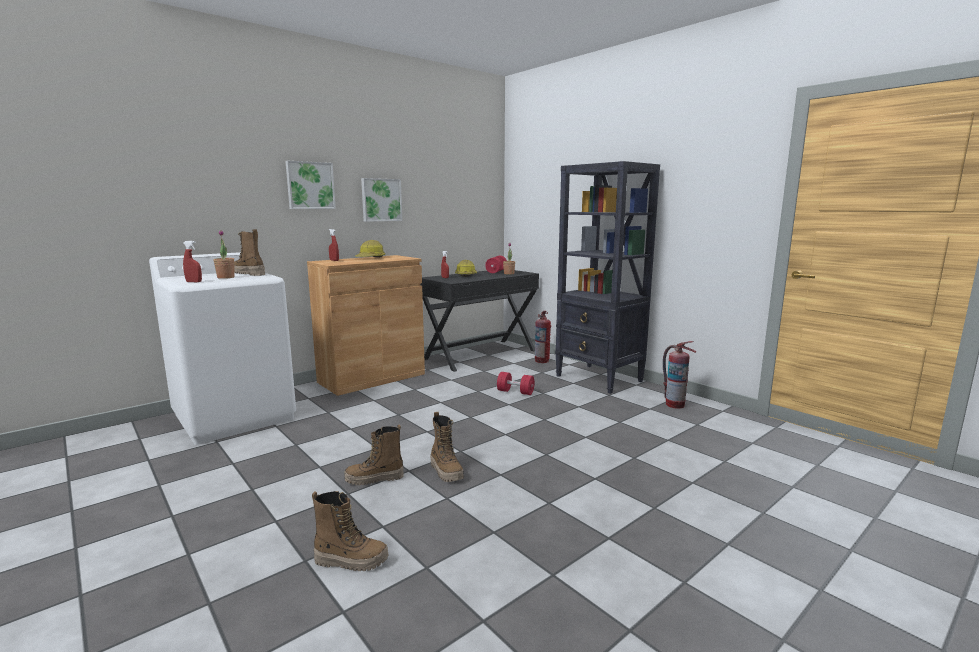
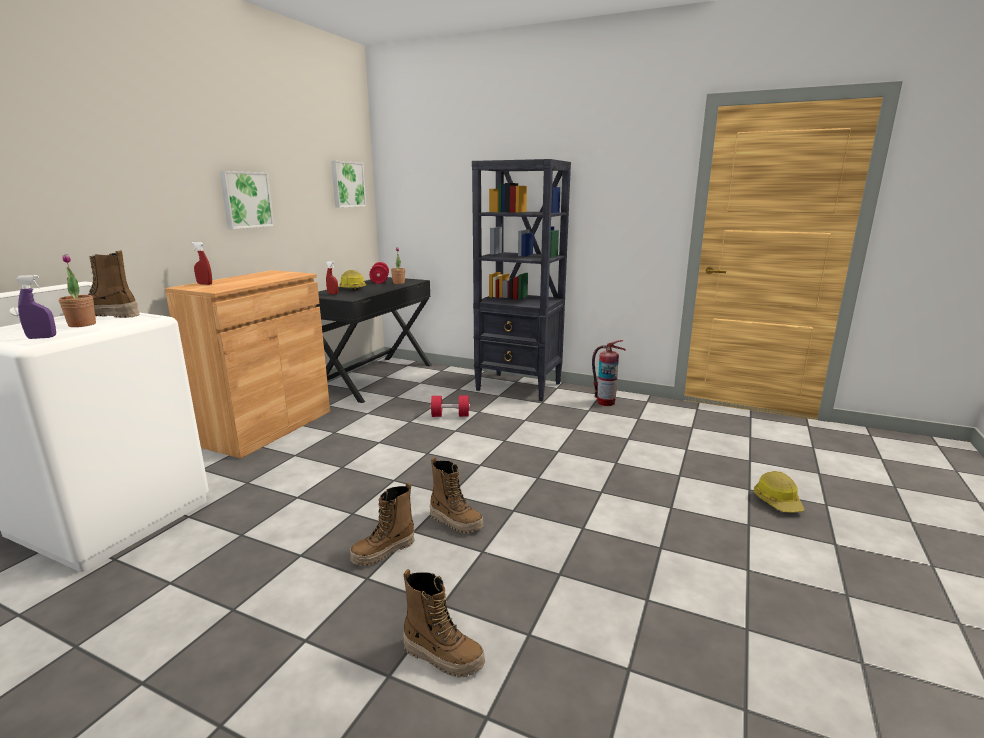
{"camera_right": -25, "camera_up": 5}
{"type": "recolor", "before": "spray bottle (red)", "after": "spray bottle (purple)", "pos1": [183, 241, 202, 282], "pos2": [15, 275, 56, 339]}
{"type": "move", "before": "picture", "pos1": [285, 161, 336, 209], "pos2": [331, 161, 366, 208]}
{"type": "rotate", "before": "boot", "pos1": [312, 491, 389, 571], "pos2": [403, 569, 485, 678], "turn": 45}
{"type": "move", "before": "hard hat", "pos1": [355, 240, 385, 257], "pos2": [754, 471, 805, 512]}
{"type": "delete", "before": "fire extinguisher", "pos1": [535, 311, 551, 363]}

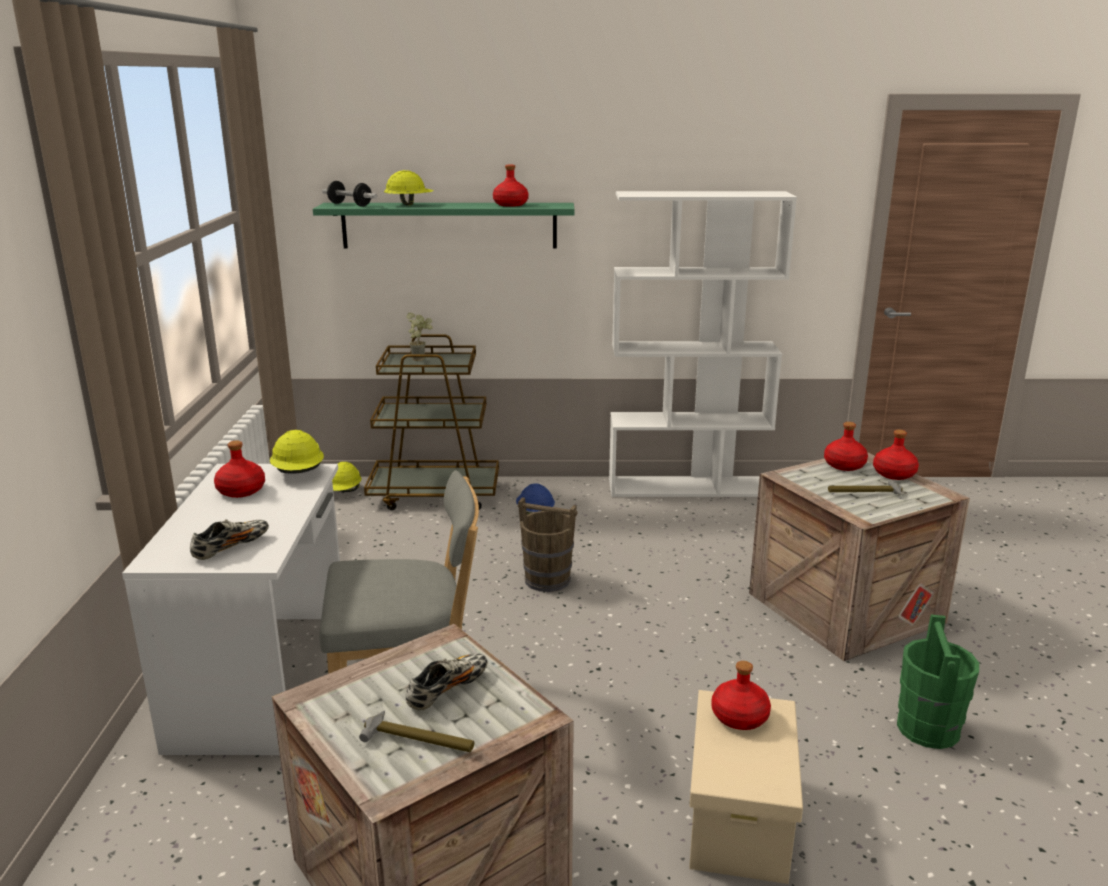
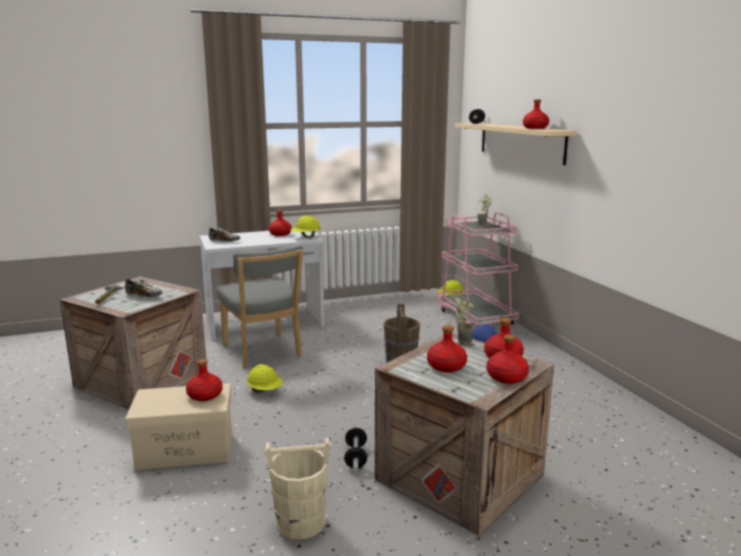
{"camera_right": 70, "camera_up": -5}
{"type": "move", "before": "hard hat (yellow)", "pos1": [384, 170, 434, 205], "pos2": [247, 364, 283, 393]}
{"type": "recolor", "before": "bucket (green)", "after": "bucket (beige)", "pos1": [897, 615, 979, 749], "pos2": [264, 438, 331, 539]}
{"type": "insert", "after": "dumbbell", "pos2": [344, 426, 367, 471]}
{"type": "replace", "before": "hammer", "after": "bottle (red)", "pos1": [828, 480, 903, 495], "pos2": [427, 325, 467, 372]}
{"type": "recolor", "before": "cart (brown)", "after": "cart (pink)", "pos1": [364, 334, 499, 510], "pos2": [437, 212, 519, 325]}
{"type": "recolor", "before": "shelf (green)", "after": "shelf (beige)", "pos1": [313, 203, 575, 249], "pos2": [455, 123, 577, 165]}
{"type": "insert", "after": "potted plant", "pos2": [455, 297, 474, 346]}
{"type": "delete", "before": "bookcase (white)", "pos1": [609, 191, 797, 497]}

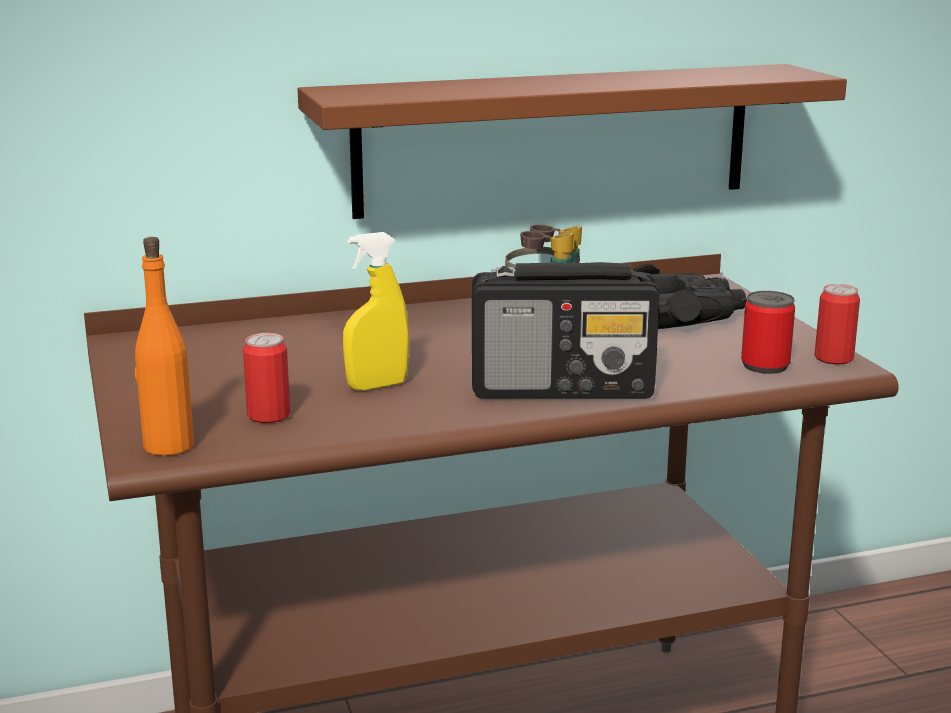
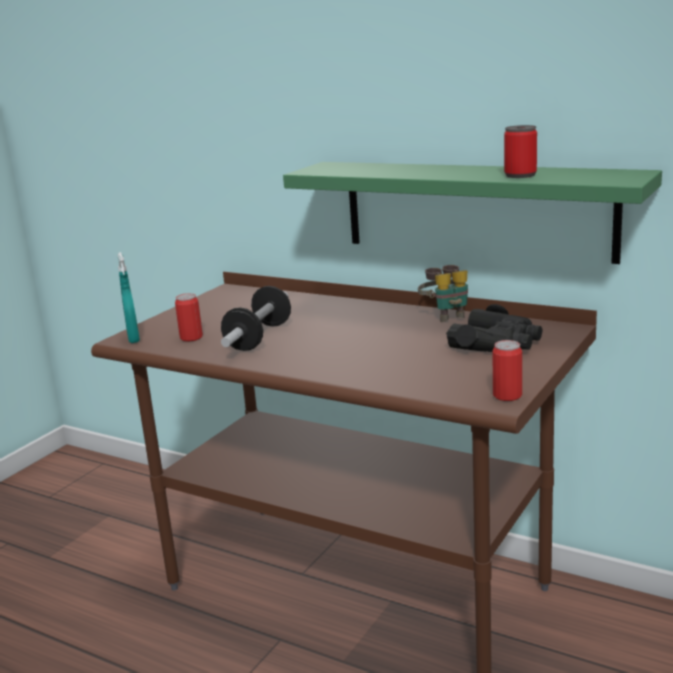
{"camera_right": 50, "camera_up": 0}
{"type": "replace", "before": "bottle (orange)", "after": "spray bottle (turquoise)", "pos1": [135, 237, 194, 456], "pos2": [118, 252, 140, 343]}
{"type": "replace", "before": "spray bottle (yellow)", "after": "dumbbell", "pos1": [343, 232, 409, 391], "pos2": [221, 286, 291, 351]}
{"type": "recolor", "before": "shelf (brown)", "after": "shelf (green)", "pos1": [298, 64, 847, 219], "pos2": [283, 162, 662, 264]}
{"type": "move", "before": "can", "pos1": [741, 291, 795, 374], "pos2": [504, 125, 537, 178]}
{"type": "delete", "before": "radio", "pos1": [472, 262, 660, 399]}

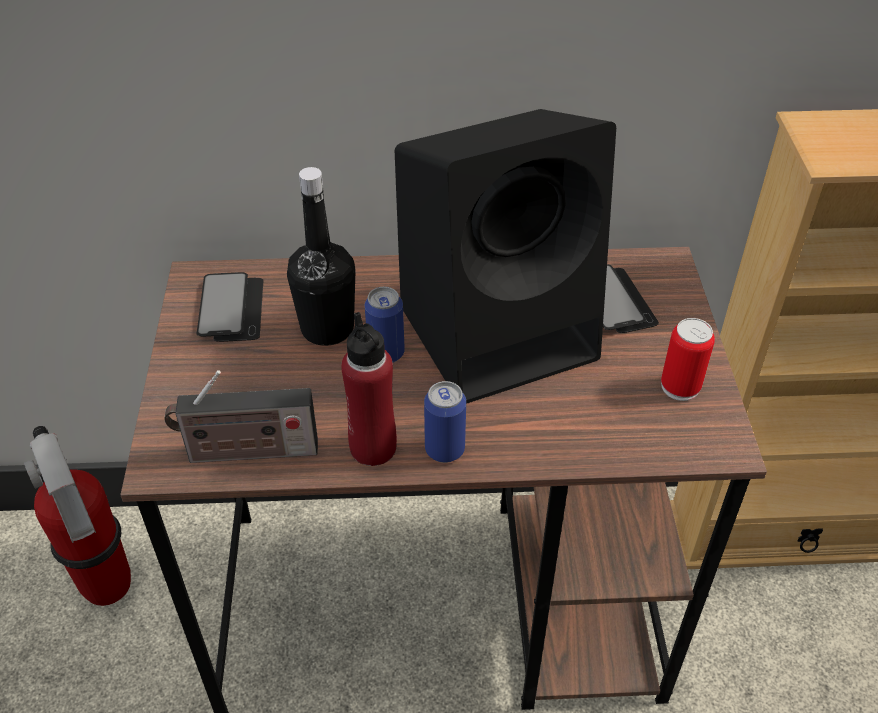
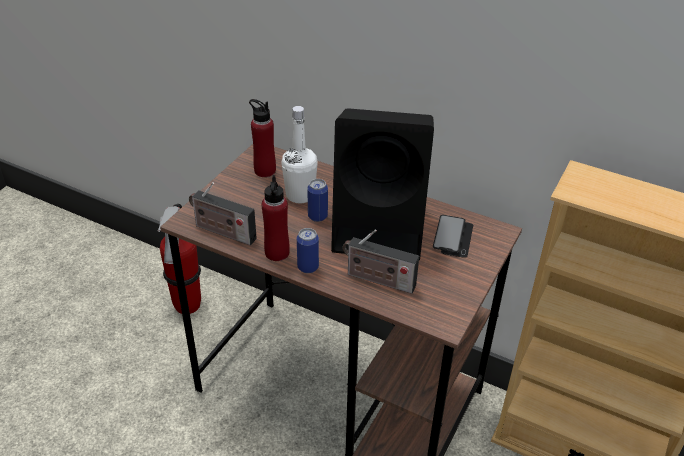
{"camera_right": 30, "camera_up": -5}
{"type": "replace", "before": "phone", "after": "bottle (red)", "pos1": [197, 272, 263, 342], "pos2": [249, 99, 276, 177]}
{"type": "recolor", "before": "bottle (black)", "after": "bottle (white)", "pos1": [287, 167, 356, 346], "pos2": [281, 106, 318, 203]}
{"type": "insert", "after": "radio", "pos2": [342, 229, 419, 294]}
{"type": "delete", "before": "can", "pos1": [661, 318, 715, 401]}

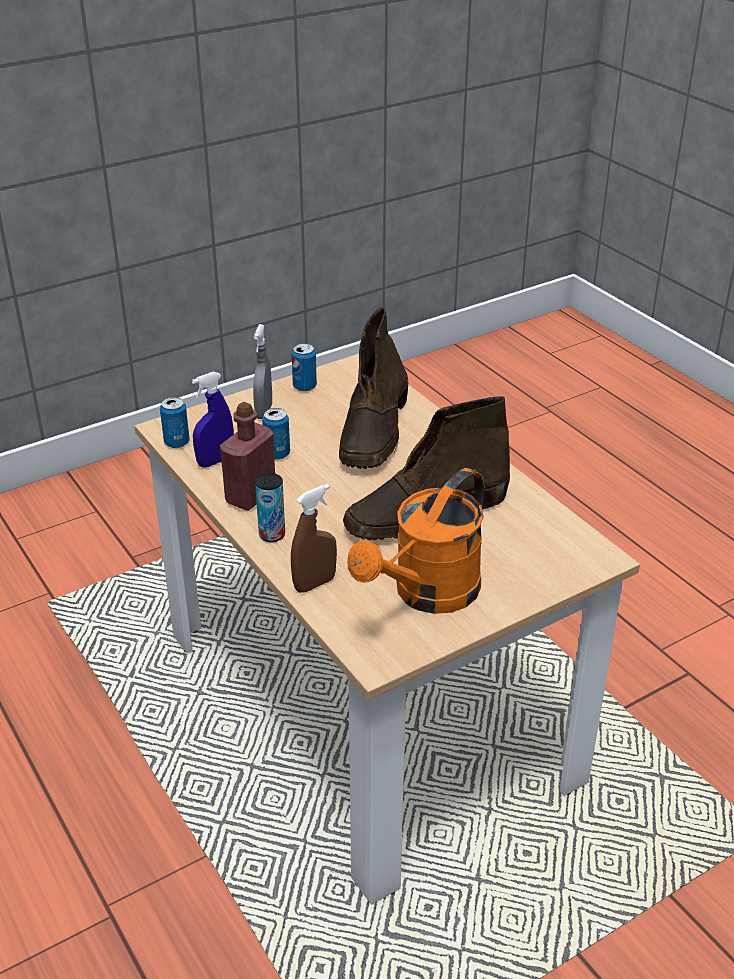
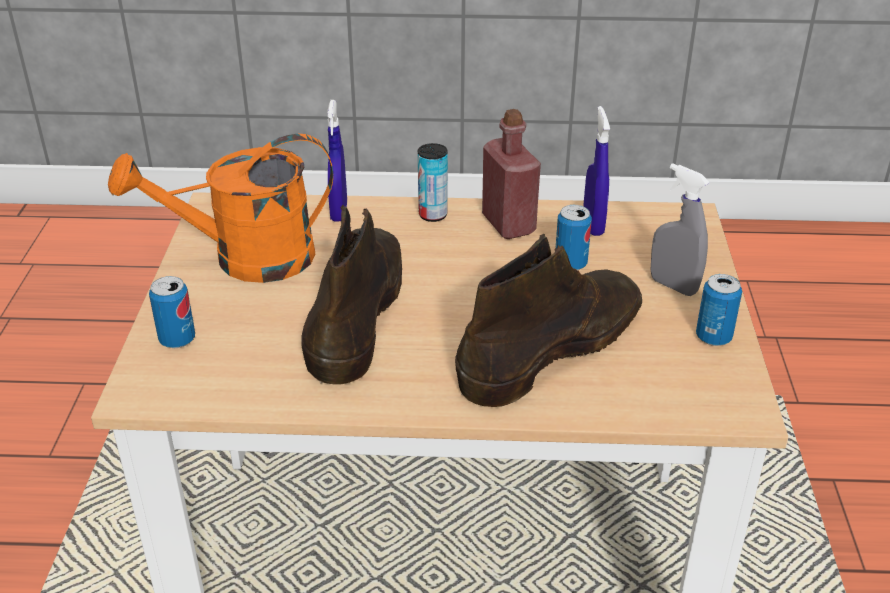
{"camera_right": 125, "camera_up": 0}
{"type": "rotate", "before": "watering can (orange)", "pos1": [347, 468, 484, 614], "pos2": [108, 134, 333, 283], "turn": -90}
{"type": "move", "before": "can", "pos1": [160, 397, 189, 448], "pos2": [149, 276, 195, 348]}
{"type": "recolor", "before": "spray bottle (brown)", "after": "spray bottle (blue)", "pos1": [291, 484, 337, 593], "pos2": [327, 100, 347, 221]}
{"type": "rotate", "before": "boot (brown)", "pos1": [339, 307, 408, 469], "pos2": [455, 234, 642, 407], "turn": 90}

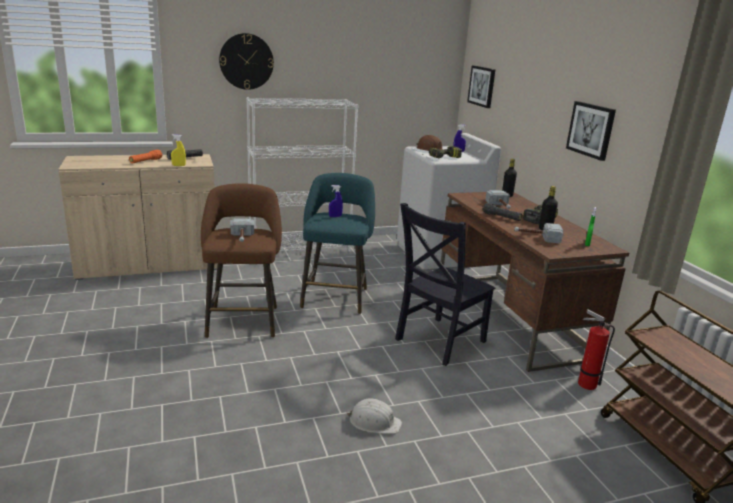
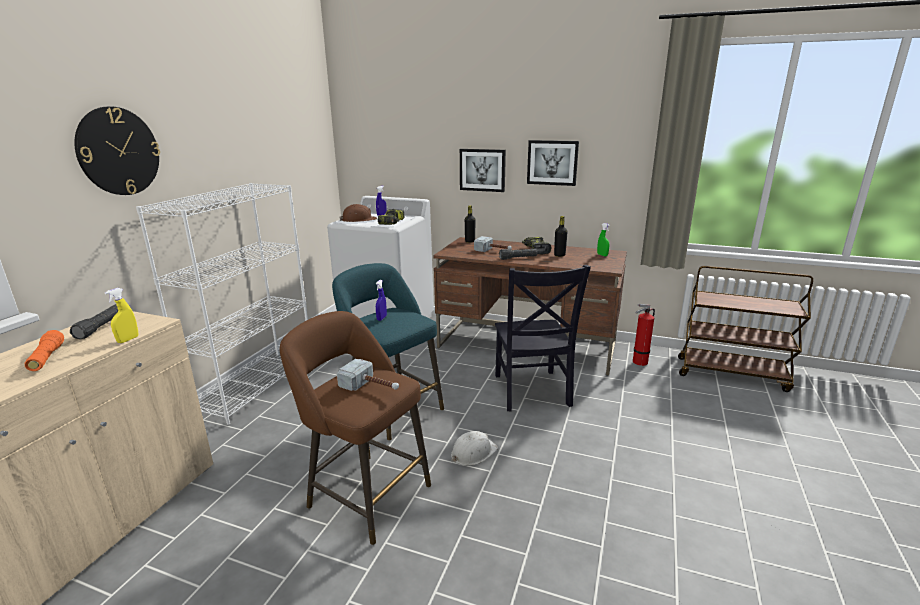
{"camera_right": -50, "camera_up": 0}
{"type": "move", "before": "hard hat (white)", "pos1": [347, 398, 402, 434], "pos2": [451, 431, 498, 466]}
{"type": "move", "before": "picture", "pos1": [467, 66, 496, 108], "pos2": [460, 149, 506, 192]}
{"type": "delete", "before": "hammer", "pos1": [514, 223, 563, 243]}

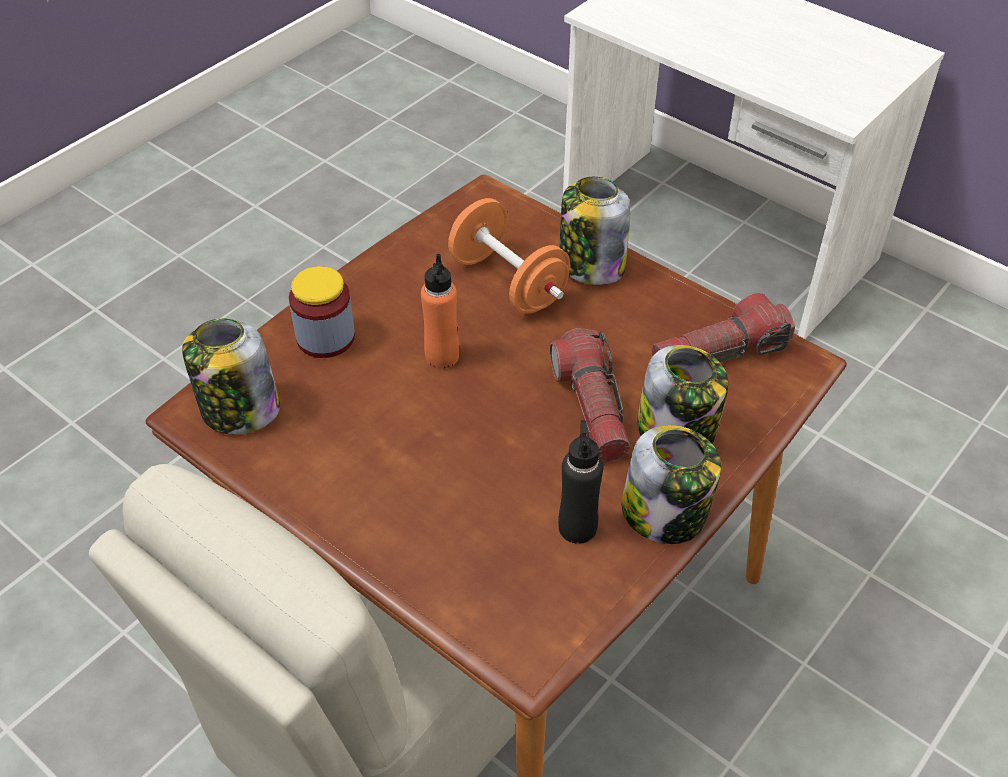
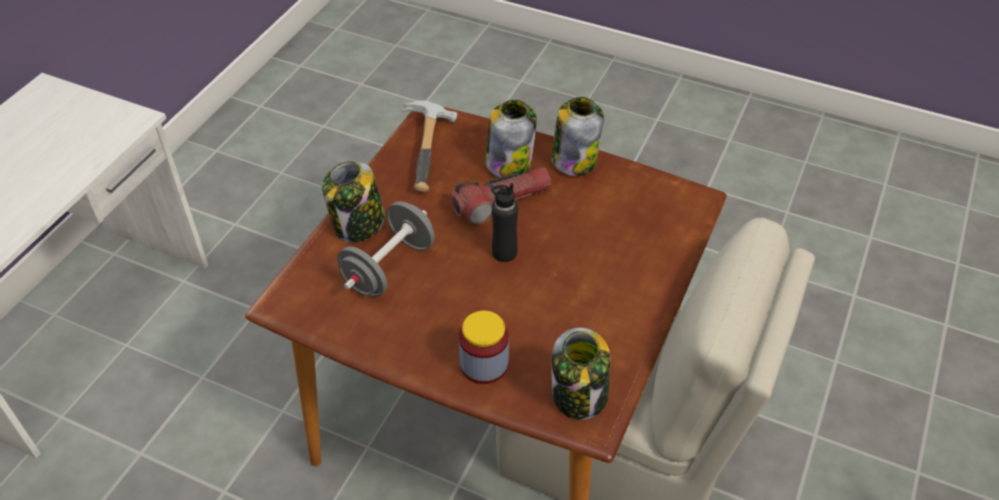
{"camera_right": -105, "camera_up": 0}
{"type": "recolor", "before": "dumbbell (orange)", "after": "dumbbell (grey)", "pos1": [448, 198, 570, 314], "pos2": [337, 201, 435, 297]}
{"type": "replace", "before": "flashlight", "after": "hammer", "pos1": [651, 293, 795, 362], "pos2": [401, 100, 458, 192]}
{"type": "move", "before": "bottle (black)", "pos1": [558, 420, 603, 544], "pos2": [491, 183, 518, 262]}
{"type": "delete", "before": "bottle (orange)", "pos1": [421, 254, 459, 369]}

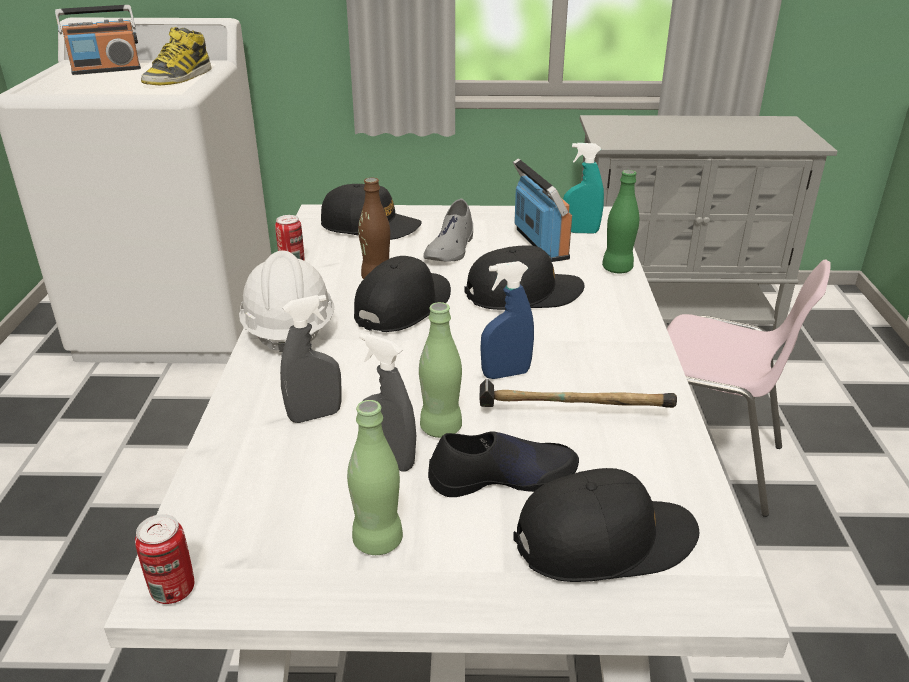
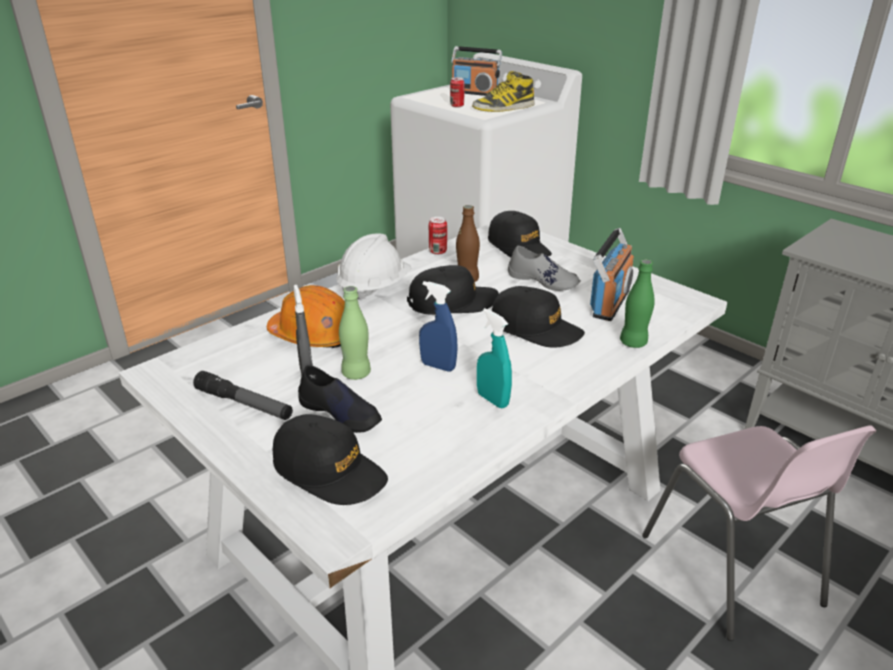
{"camera_right": 45, "camera_up": 0}
{"type": "replace", "before": "bottle (green)", "after": "flashlight", "pos1": [347, 400, 403, 555], "pos2": [193, 371, 293, 420]}
{"type": "replace", "before": "spray bottle (grey)", "after": "hard hat (orange)", "pos1": [280, 295, 342, 423], "pos2": [267, 285, 345, 348]}
{"type": "move", "before": "can", "pos1": [135, 514, 194, 604], "pos2": [450, 77, 465, 107]}
{"type": "move", "before": "spray bottle (turquoise)", "pos1": [563, 143, 604, 233], "pos2": [477, 308, 512, 408]}
{"type": "rotate", "before": "shoe (grey)", "pos1": [423, 199, 473, 262], "pos2": [508, 245, 581, 291], "turn": -120}
{"type": "delete", "before": "hammer", "pos1": [479, 379, 677, 408]}

